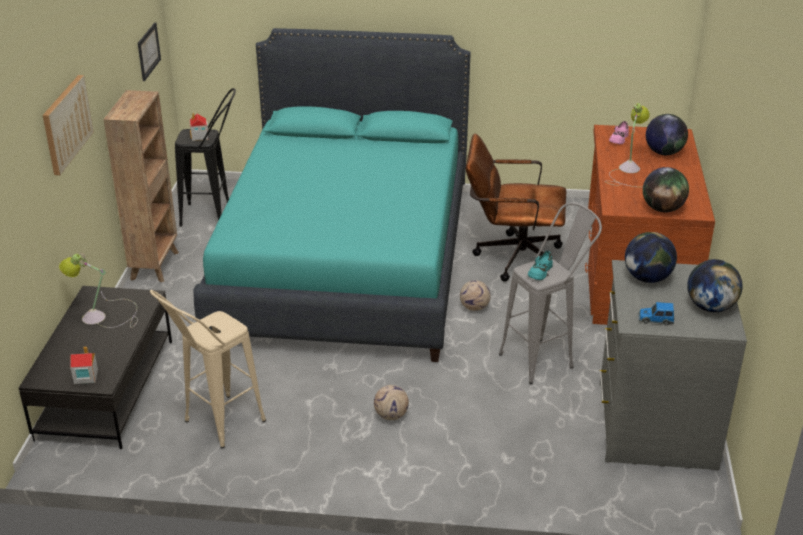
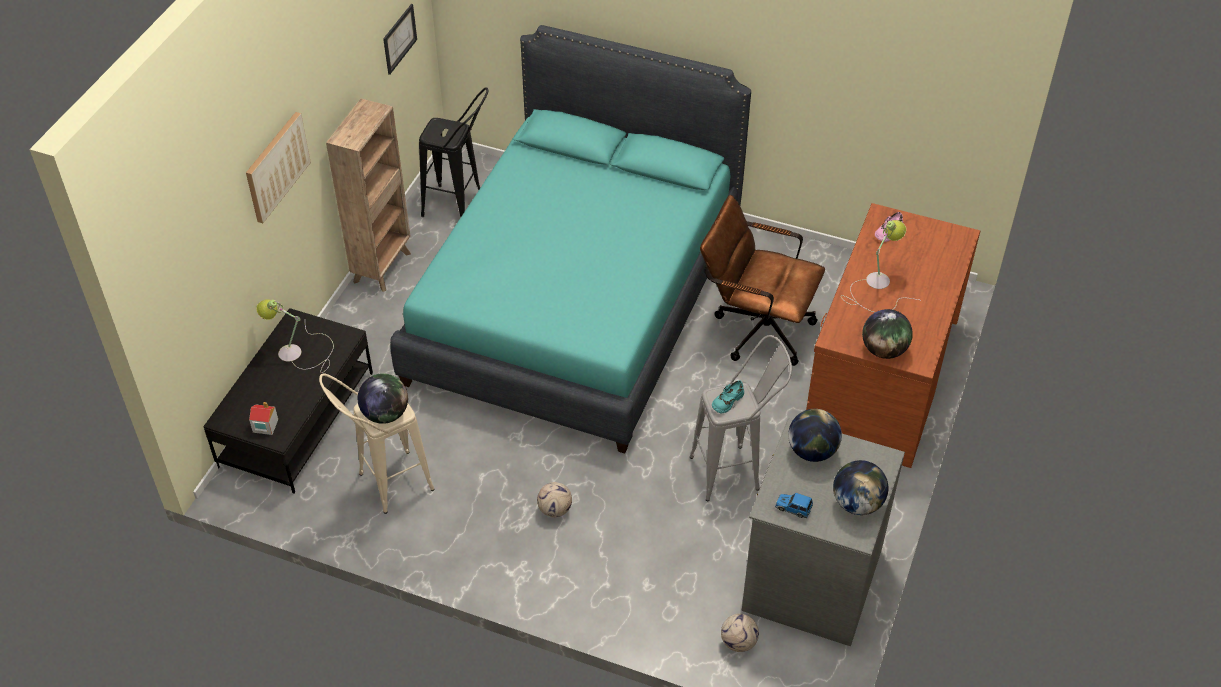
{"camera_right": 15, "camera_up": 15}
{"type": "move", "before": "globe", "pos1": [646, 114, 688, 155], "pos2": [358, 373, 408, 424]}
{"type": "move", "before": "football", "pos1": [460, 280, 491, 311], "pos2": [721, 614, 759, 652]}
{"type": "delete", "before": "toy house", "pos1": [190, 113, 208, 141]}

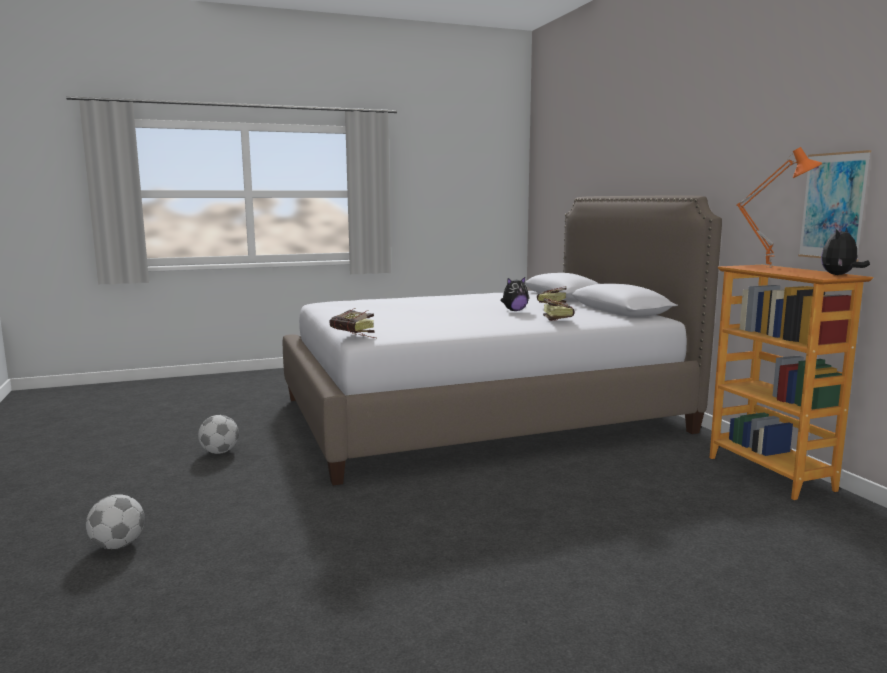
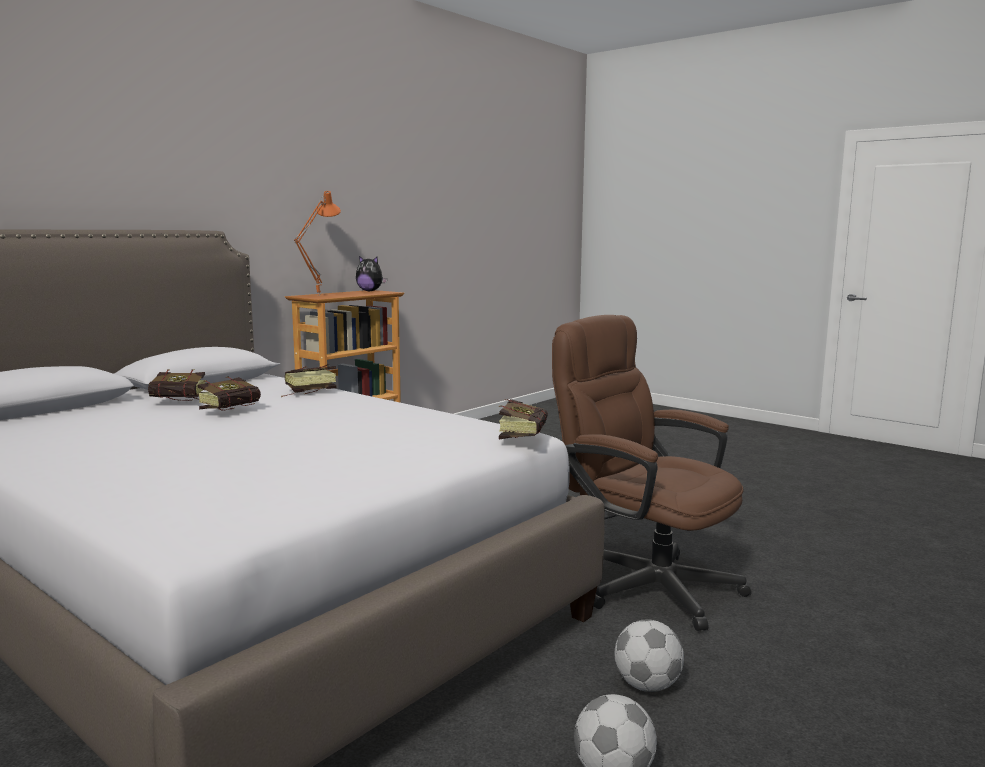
{"camera_right": -120, "camera_up": 0}
{"type": "replace", "before": "plush toy", "after": "book", "pos1": [501, 277, 529, 311], "pos2": [198, 377, 261, 411]}
{"type": "insert", "after": "office chair (brown)", "pos2": [552, 315, 751, 631]}
{"type": "move", "before": "football", "pos1": [86, 494, 145, 549], "pos2": [615, 619, 684, 692]}
{"type": "delete", "before": "picture", "pos1": [798, 150, 871, 262]}

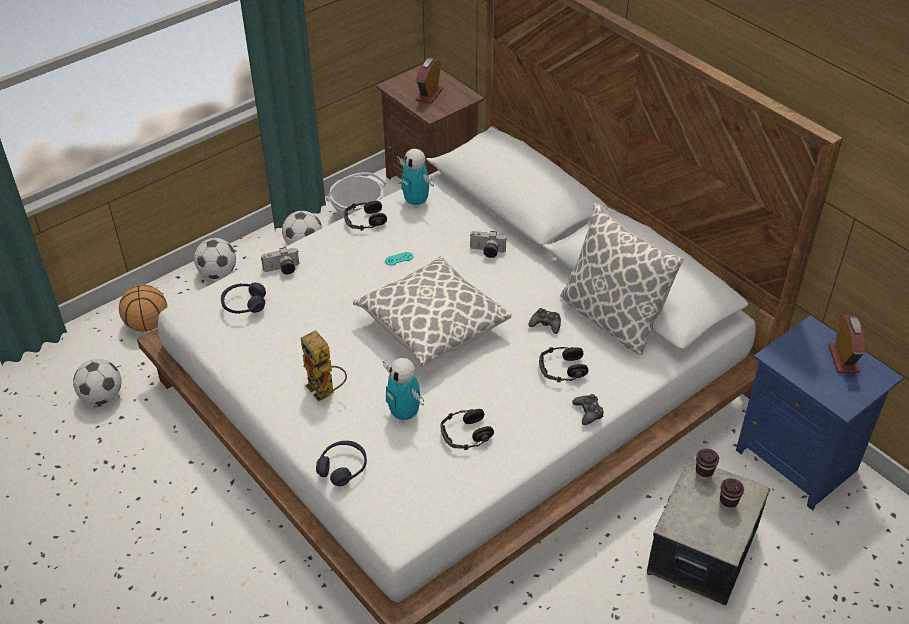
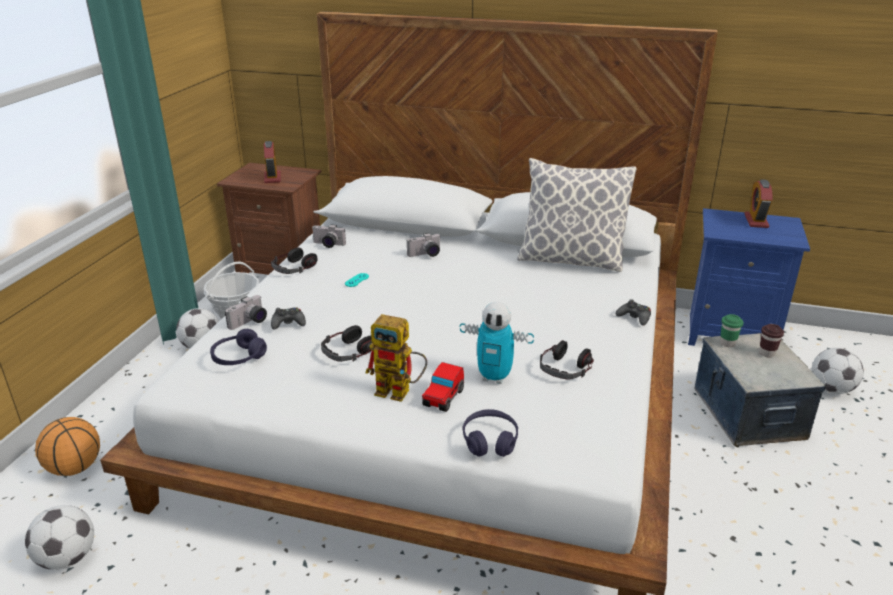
{"camera_right": -35, "camera_up": -15}
{"type": "move", "before": "game controller (black)", "pos1": [529, 308, 561, 334], "pos2": [271, 307, 306, 330]}
{"type": "replace", "before": "toy robot", "after": "photo camera", "pos1": [397, 149, 434, 208], "pos2": [311, 224, 346, 248]}
{"type": "move", "before": "headphones", "pos1": [539, 347, 589, 382], "pos2": [321, 325, 372, 362]}
{"type": "insert", "after": "toy car", "pos2": [422, 362, 464, 412]}
{"type": "recolor", "before": "cup (brown)", "after": "cup (green)", "pos1": [696, 449, 719, 482], "pos2": [720, 314, 744, 347]}
{"type": "rotate", "before": "alarm clock", "pos1": [828, 314, 866, 373], "pos2": [744, 179, 773, 228], "turn": -135}
{"type": "move", "before": "football", "pos1": [194, 238, 236, 279], "pos2": [812, 348, 864, 394]}
{"type": "delete", "before": "pillow", "pos1": [353, 255, 511, 367]}

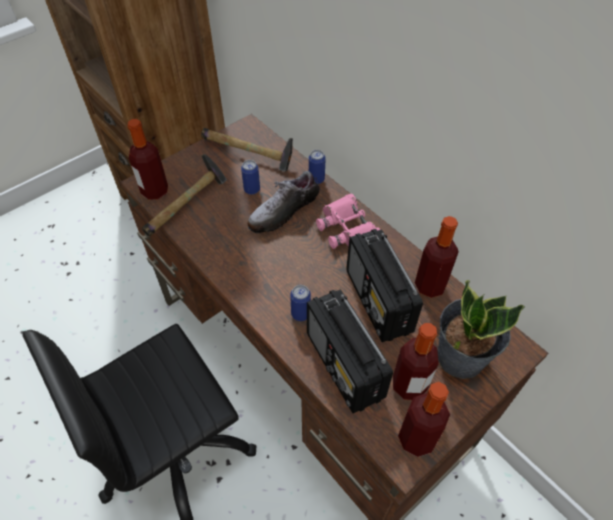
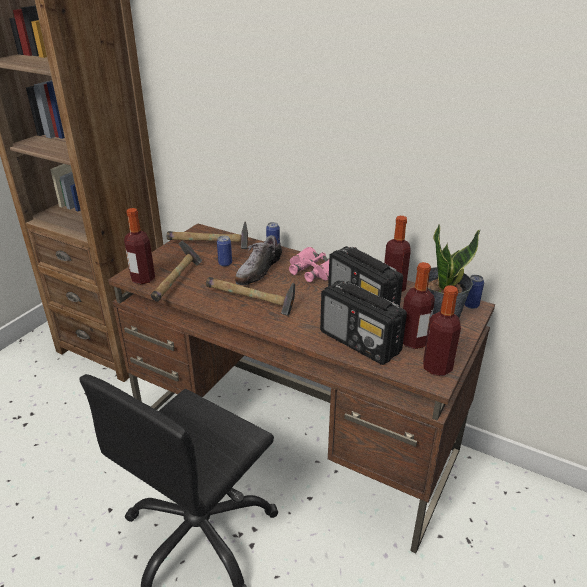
{"camera_right": -20, "camera_up": -20}
{"type": "insert", "after": "hammer", "pos2": [206, 277, 295, 316]}
{"type": "move", "before": "can", "pos1": [290, 285, 311, 321], "pos2": [464, 275, 484, 309]}

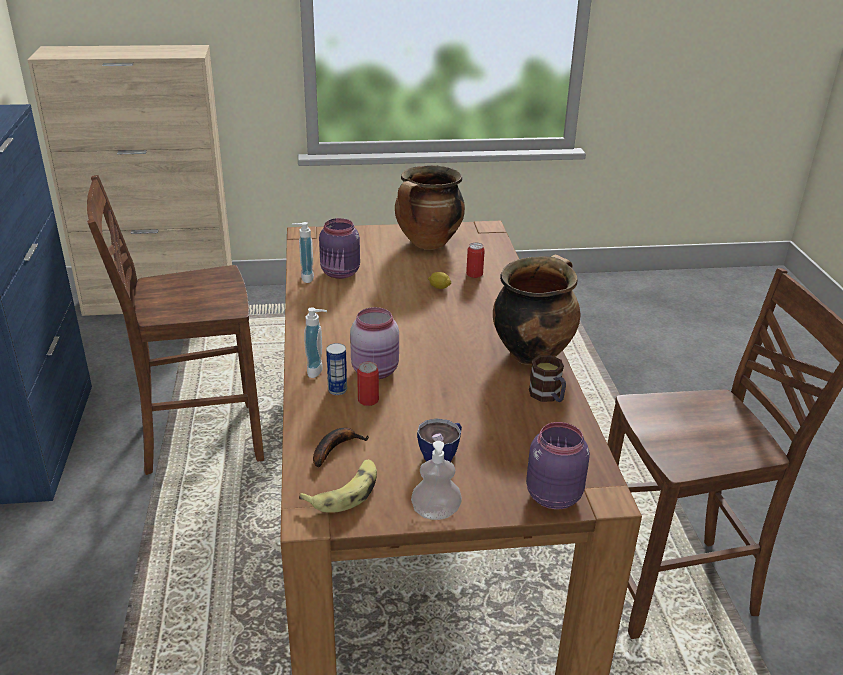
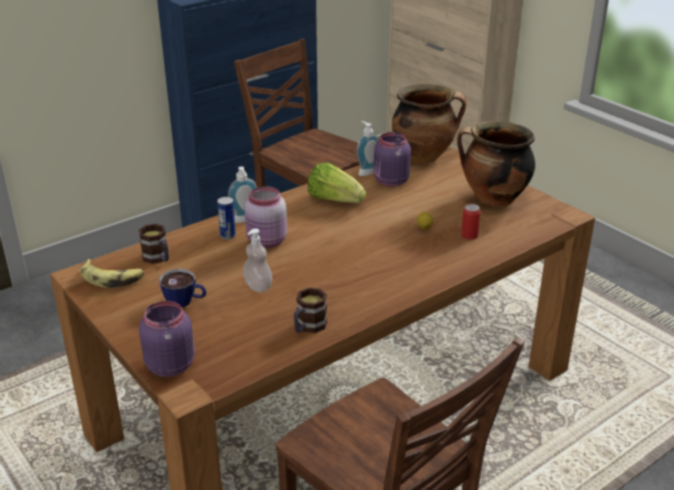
{"camera_right": 60, "camera_up": 0}
{"type": "replace", "before": "banana", "after": "mug", "pos1": [313, 428, 369, 467], "pos2": [139, 224, 169, 264]}
{"type": "move", "before": "soap dispenser", "pos1": [411, 441, 462, 520], "pos2": [243, 229, 273, 292]}
{"type": "insert", "after": "lettuce", "pos2": [308, 162, 366, 203]}
{"type": "move", "before": "cooking pot", "pos1": [493, 255, 581, 365], "pos2": [392, 84, 466, 163]}
{"type": "delete", "before": "can", "pos1": [357, 362, 379, 406]}

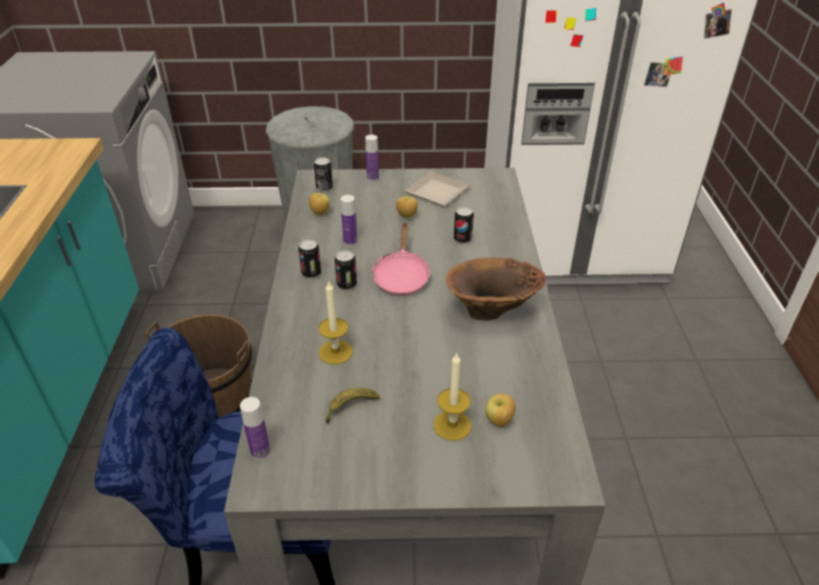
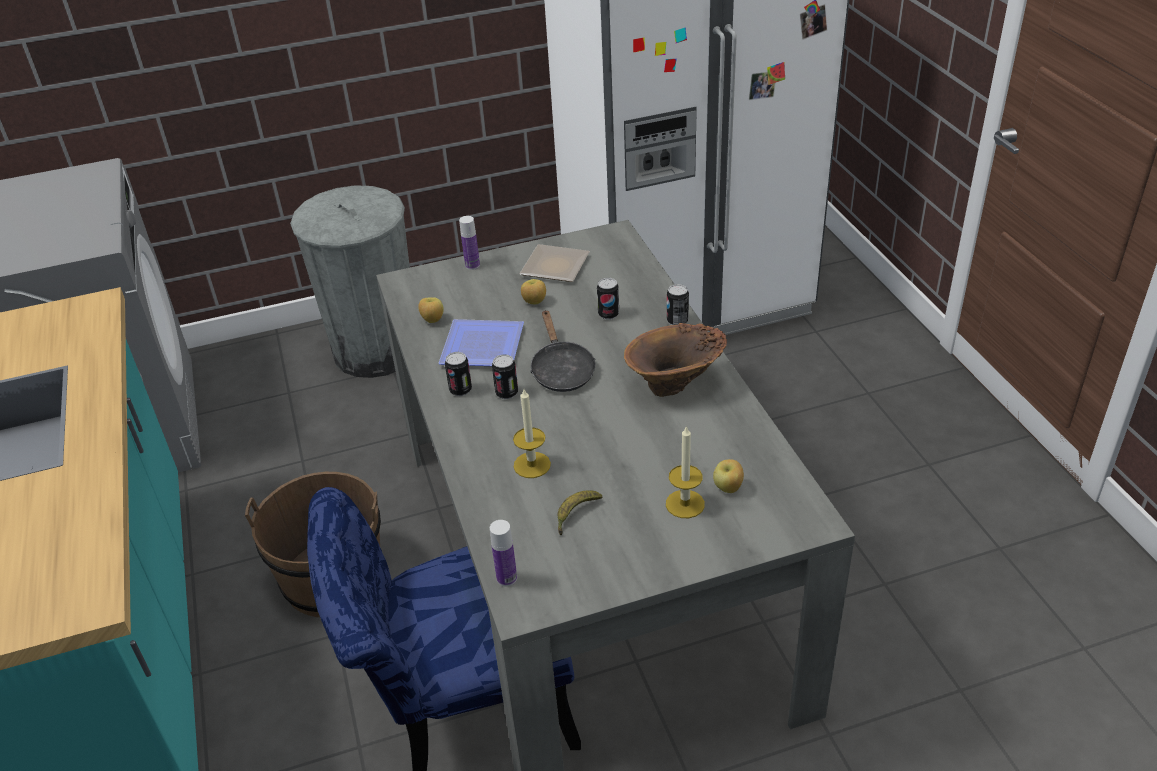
{"camera_right": -15, "camera_up": 0}
{"type": "replace", "before": "bottle", "after": "plate", "pos1": [341, 195, 358, 246], "pos2": [439, 319, 524, 366]}
{"type": "recolor", "before": "frying pan (pink)", "after": "frying pan (black)", "pos1": [371, 222, 431, 295], "pos2": [530, 310, 596, 392]}
{"type": "move", "before": "can", "pos1": [314, 157, 333, 192], "pos2": [667, 284, 689, 325]}

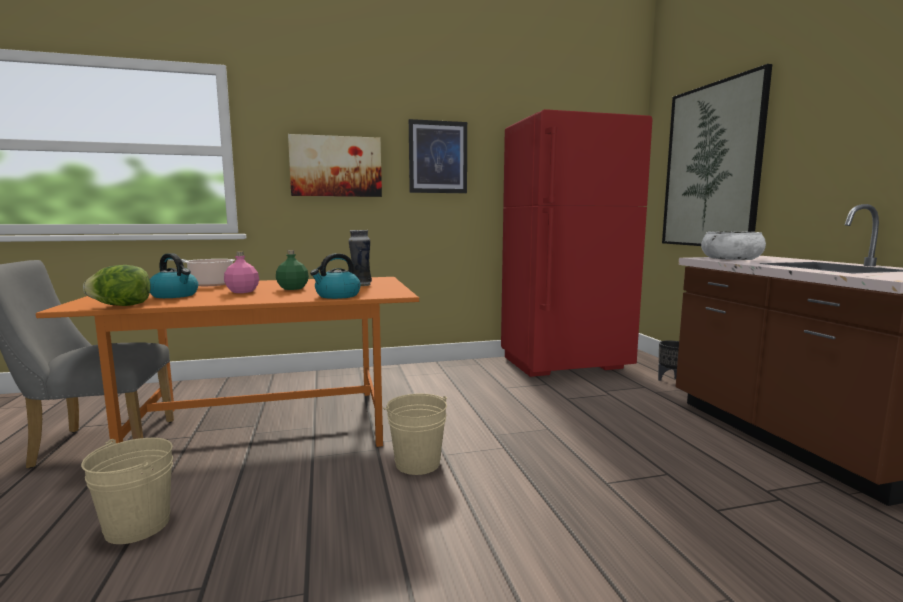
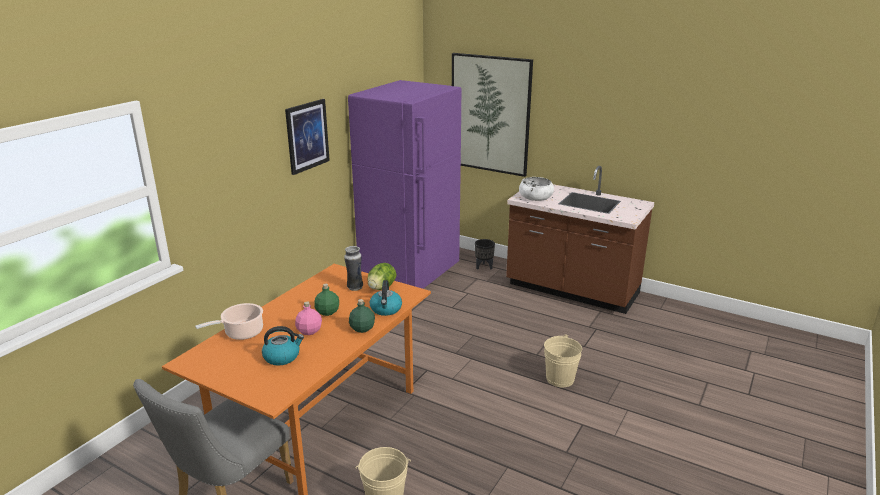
{"camera_right": -45, "camera_up": 15}
{"type": "recolor", "before": "fridge (red)", "after": "fridge (purple)", "pos1": [501, 109, 652, 377], "pos2": [348, 80, 461, 289]}
{"type": "insert", "after": "bottle (green)", "pos2": [349, 299, 375, 333]}
{"type": "move", "before": "lettuce", "pos1": [83, 265, 151, 306], "pos2": [368, 263, 396, 290]}
{"type": "move", "before": "bucket (beige)", "pos1": [383, 394, 447, 475], "pos2": [544, 334, 582, 387]}
{"type": "delete", "before": "picture", "pos1": [288, 134, 382, 197]}

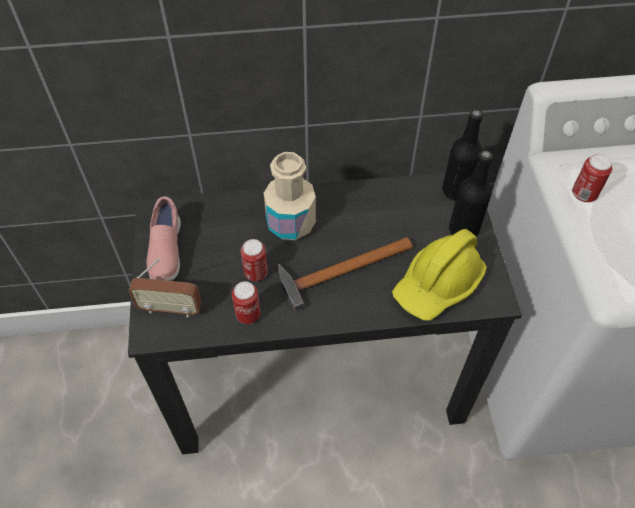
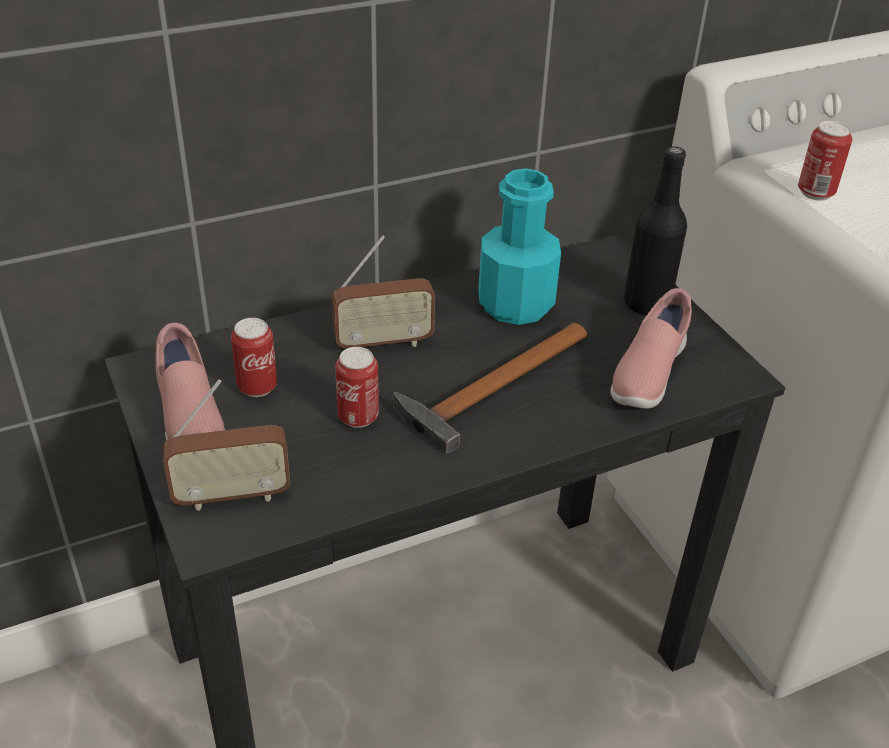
{"camera_right": -20, "camera_up": -15}
{"type": "move", "before": "can", "pos1": [232, 282, 261, 324], "pos2": [231, 318, 277, 397]}
{"type": "replace", "before": "bottle (beige)", "after": "radio", "pos1": [264, 152, 316, 240], "pos2": [332, 235, 435, 348]}
{"type": "insert", "after": "bottle (turquoise)", "pos2": [478, 168, 561, 325]}
{"type": "replace", "before": "hard hat (yellow)", "after": "shoe (pink)", "pos1": [392, 229, 487, 321], "pos2": [610, 288, 692, 409]}
{"type": "delete", "before": "bottle (black)", "pos1": [442, 109, 483, 201]}

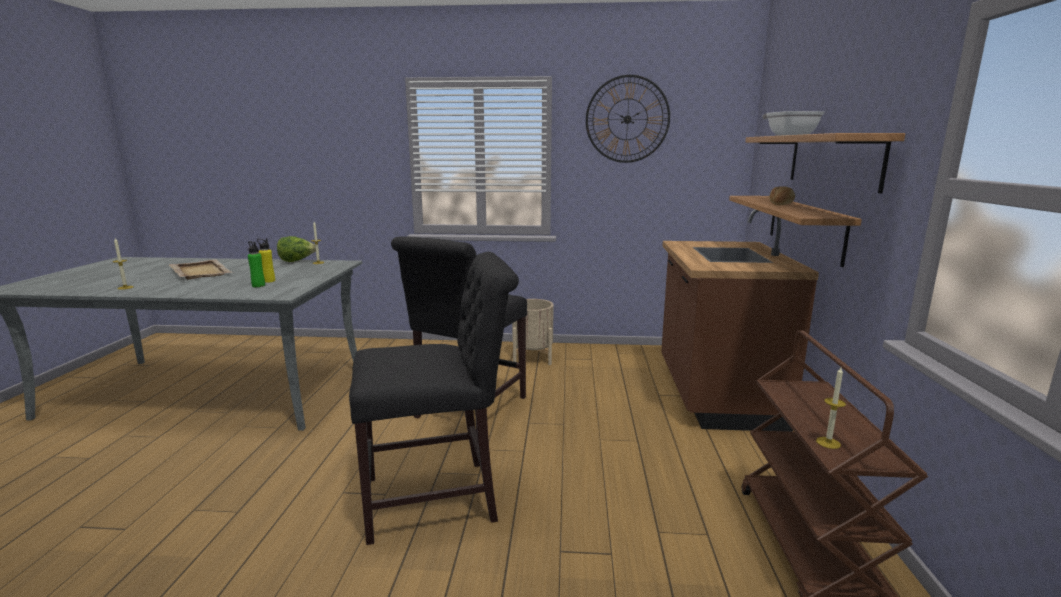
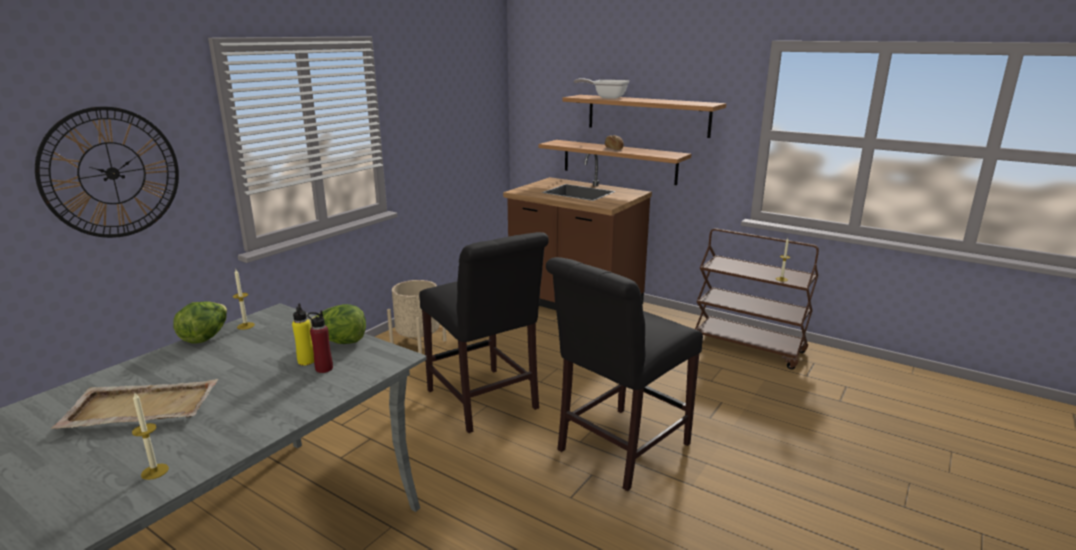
{"camera_right": -60, "camera_up": 5}
{"type": "move", "before": "wall clock", "pos1": [586, 75, 670, 163], "pos2": [35, 106, 179, 238]}
{"type": "recolor", "before": "bottle (green)", "after": "bottle (red)", "pos1": [248, 241, 265, 287], "pos2": [307, 310, 333, 373]}
{"type": "insert", "after": "lettuce", "pos2": [309, 304, 366, 344]}
{"type": "rotate", "before": "chair (black)", "pos1": [349, 252, 519, 545], "pos2": [546, 257, 703, 491], "turn": -150}

